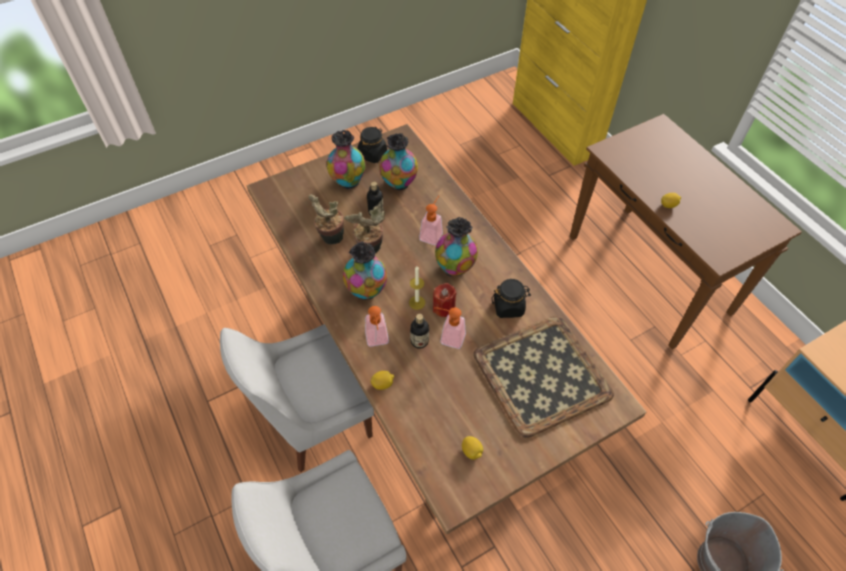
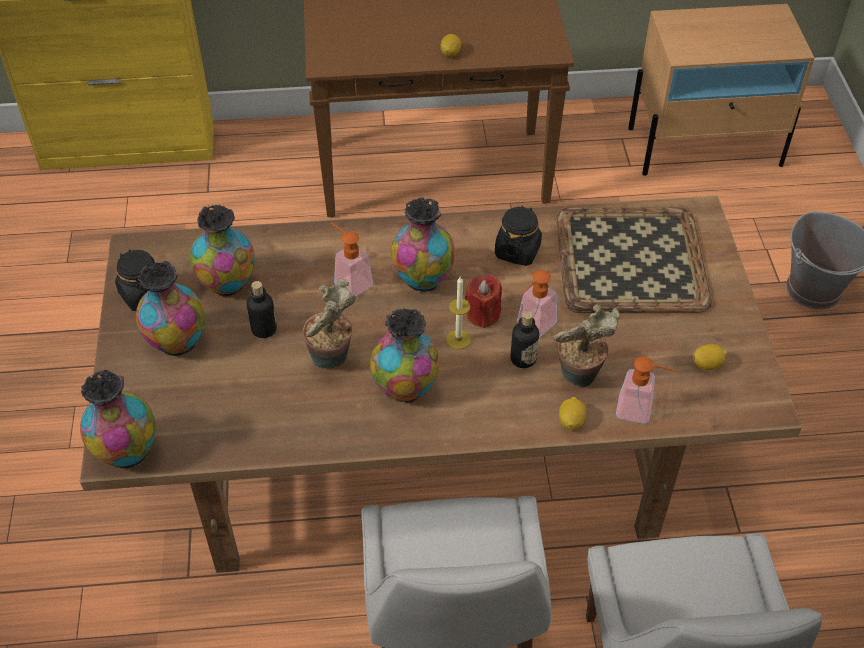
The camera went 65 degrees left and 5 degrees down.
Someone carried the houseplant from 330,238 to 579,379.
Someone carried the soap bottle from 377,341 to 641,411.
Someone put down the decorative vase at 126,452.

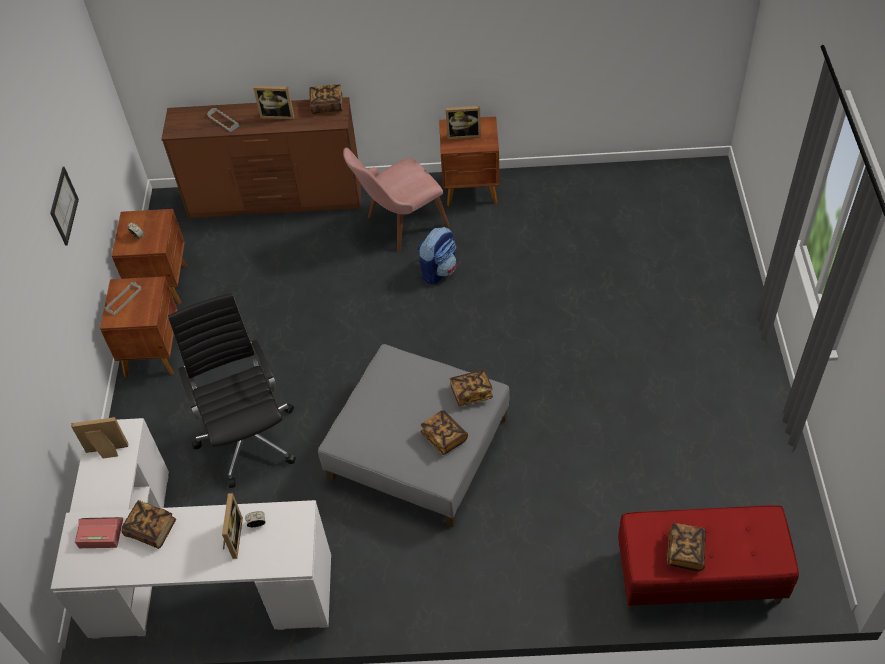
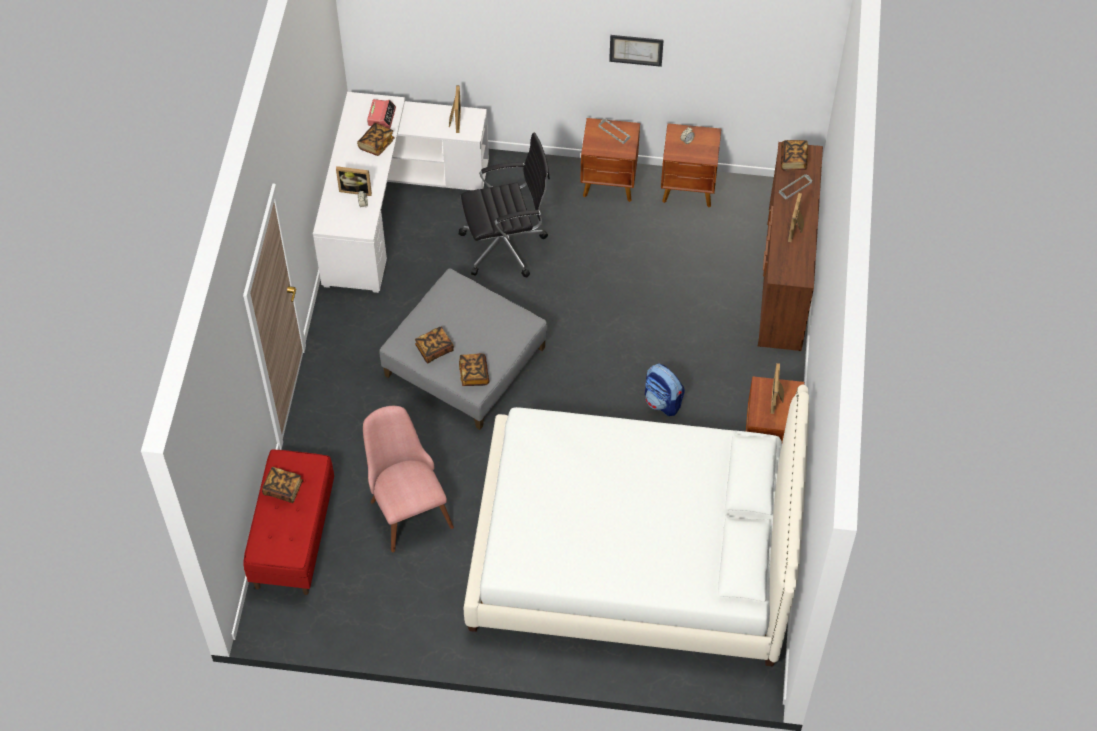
The camera went 95 degrees right and 5 degrees up.
Someone carried the bound book from 327,105 to 793,160.
Someone carried the pink-coloured chair from 399,225 to 406,505.
Someone put down the whitish bedroom bed at 633,553.

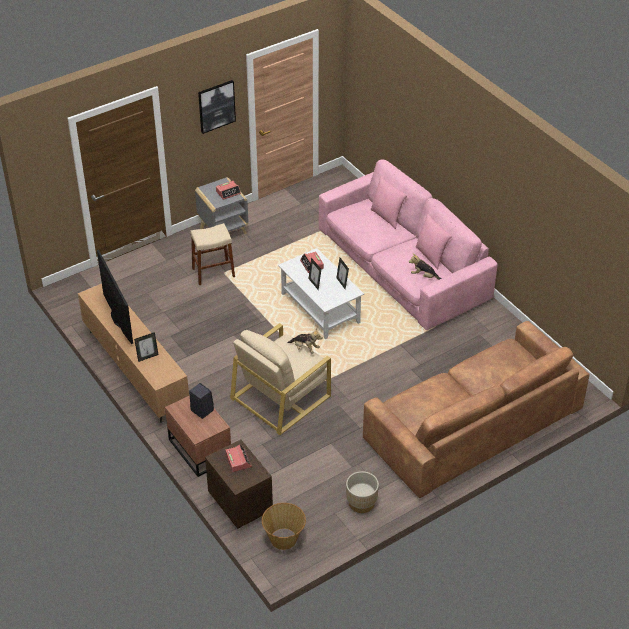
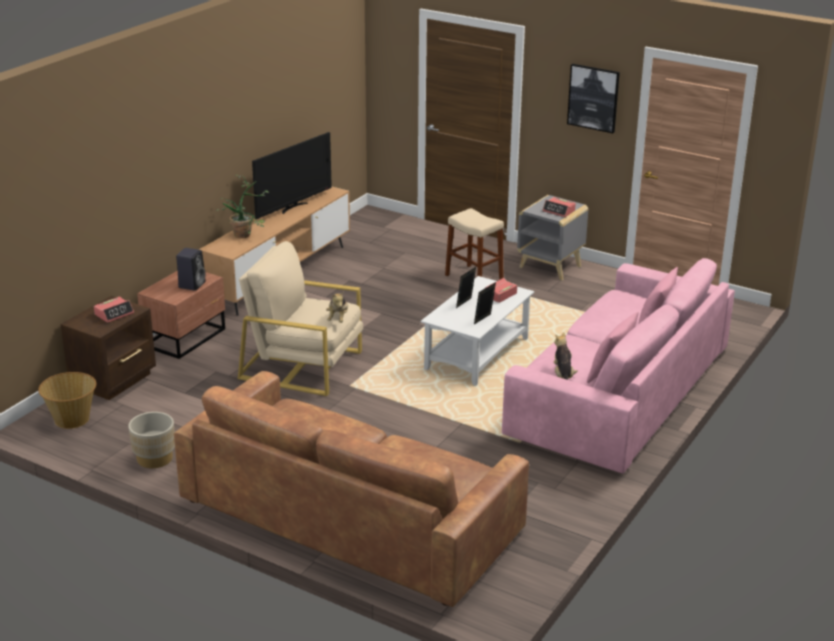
The camera went 65 degrees right and 15 degrees down.
Someone swapped the standing frame at 147,357 for the houseplant at 247,234.

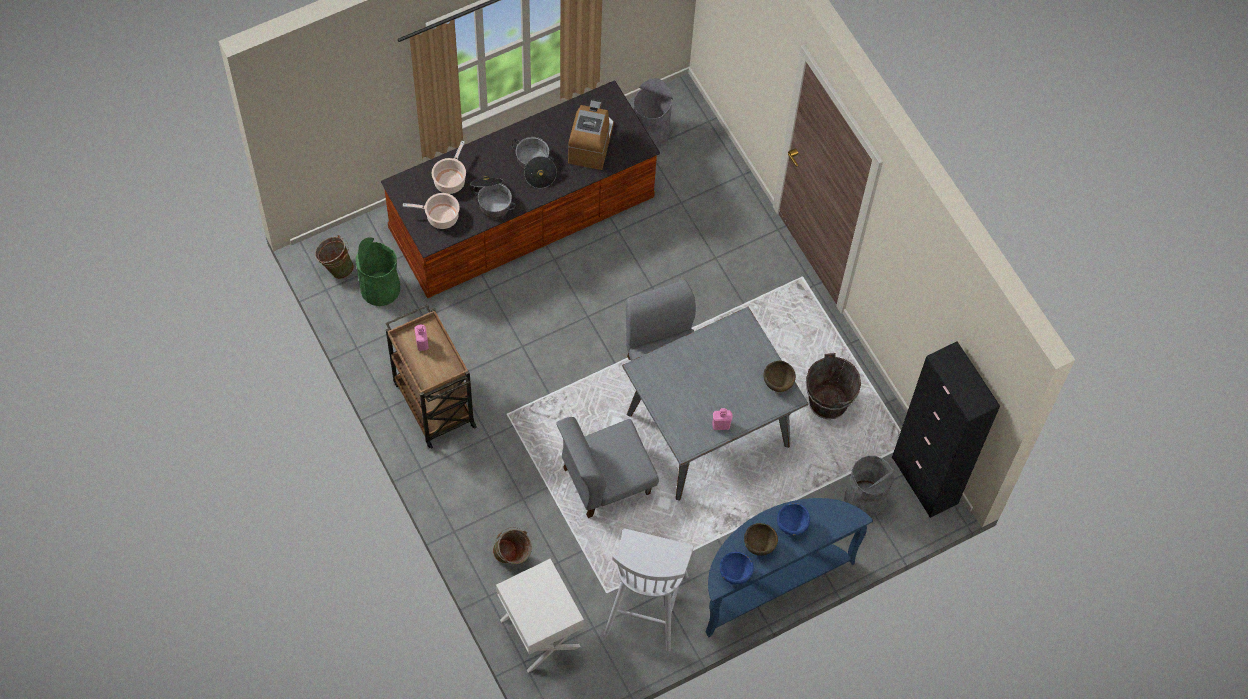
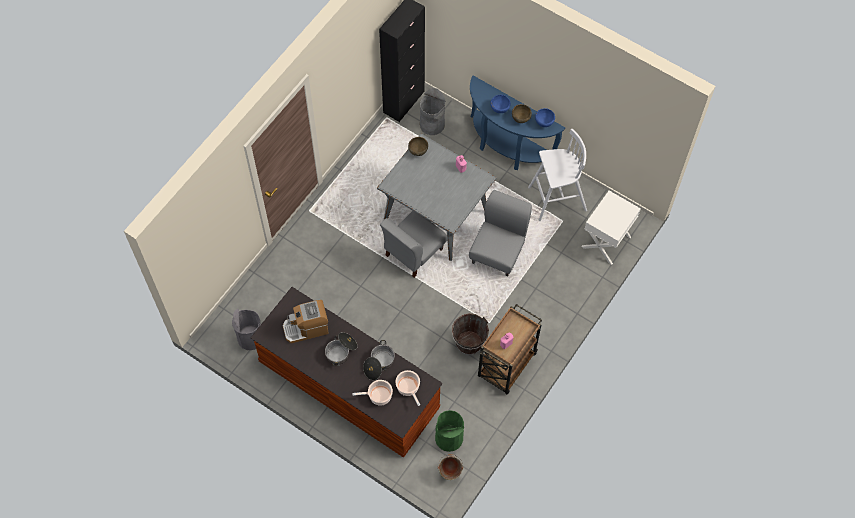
The camera went 115 degrees left and 0 degrees up.
Someone took away the green-coloured pail at 512,558.
Someone rotated the greyish chair at 605,480 by 105 degrees counterclockwise.
Someone carried the brown-coloured pail from 828,402 to 469,343.

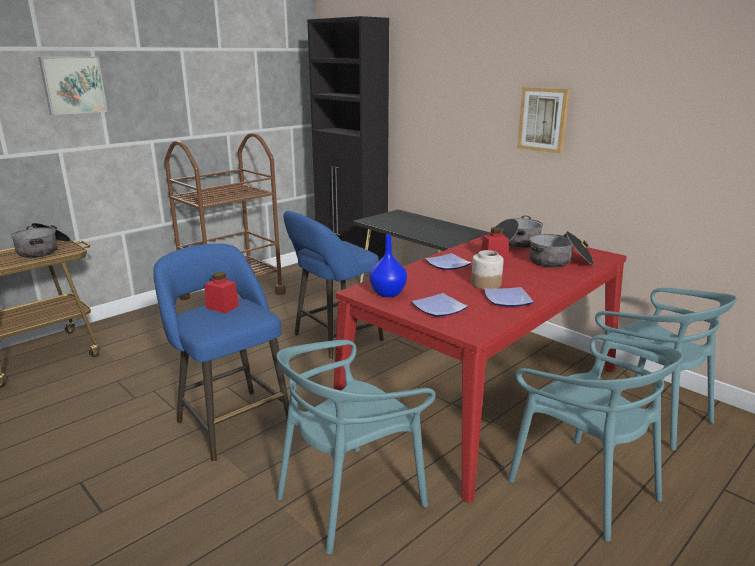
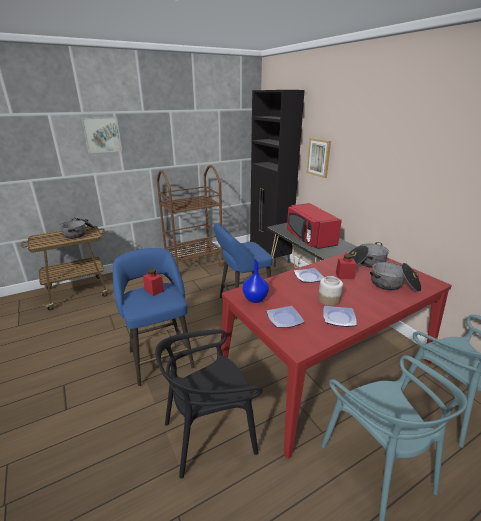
The camera went 15 degrees right and 5 degrees up.
Someone repainted the turquoise-coloured chair at 350,497, which became the black-coloured chair at 210,434.
Someone carried the picture from 543,119 to 319,157.
Someone put down the red kitchen microwave at 309,239.

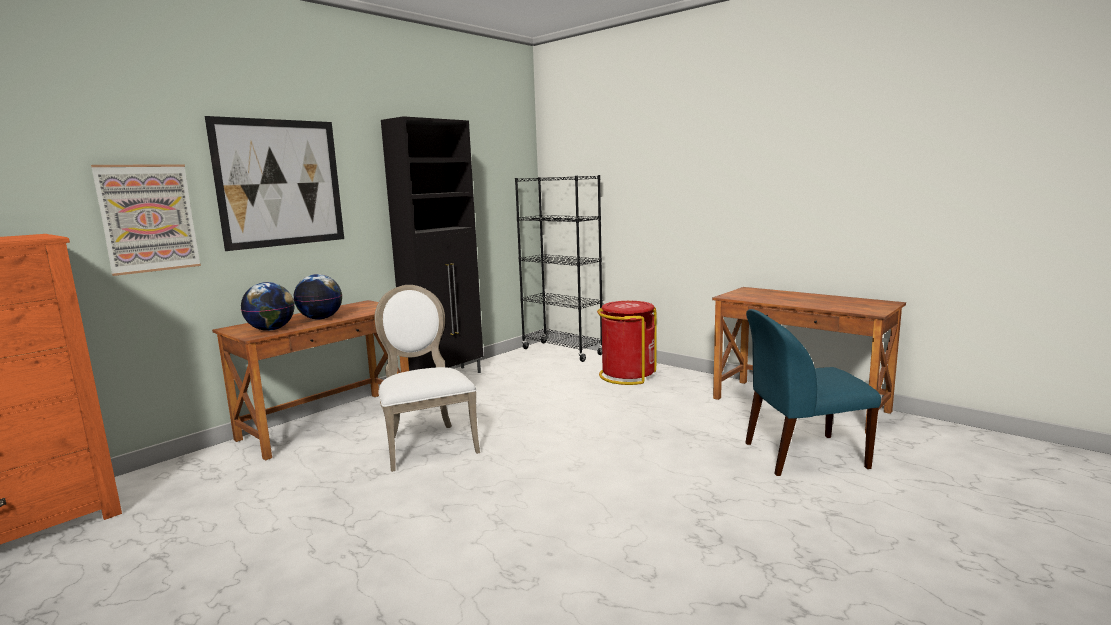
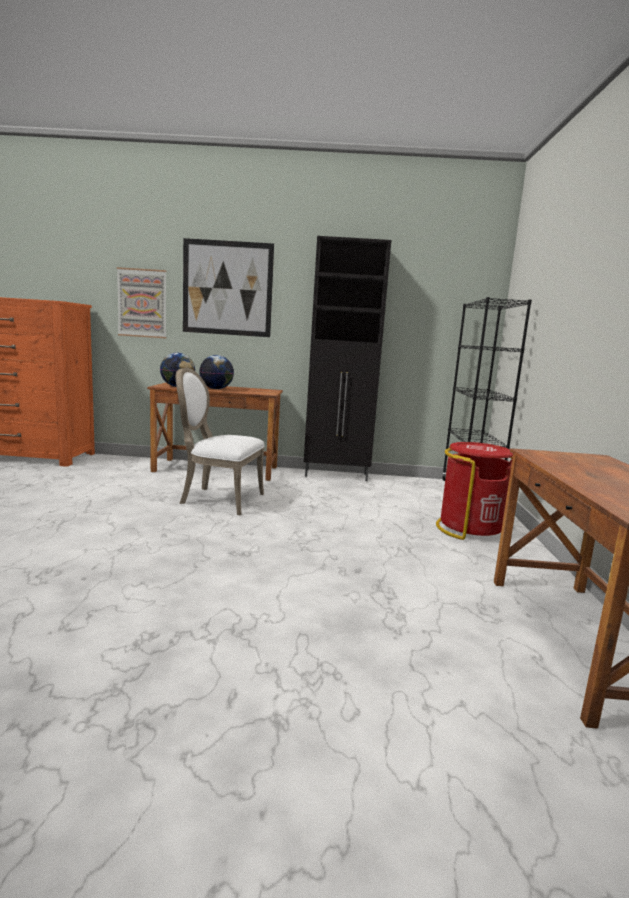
The camera went 50 degrees right and 0 degrees up.
Someone rotated the whitish chair at 427,444 by 105 degrees counterclockwise.
Someone took away the blue chair at 801,455.

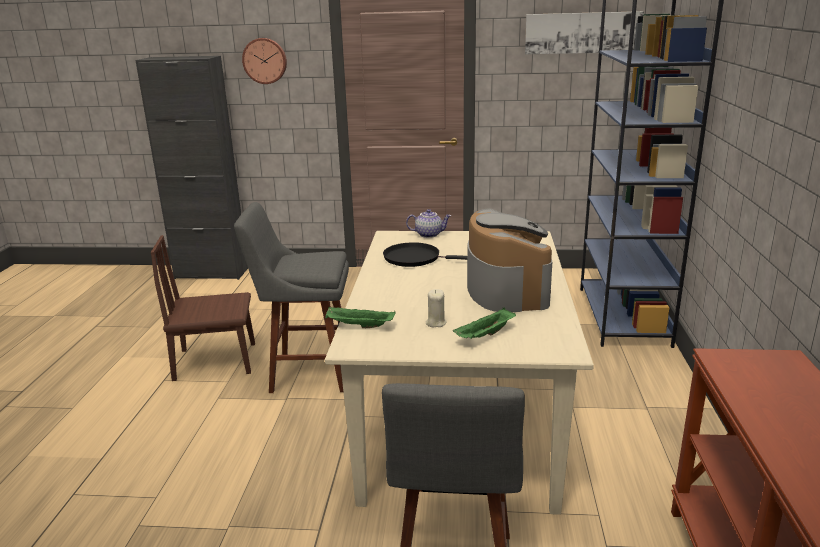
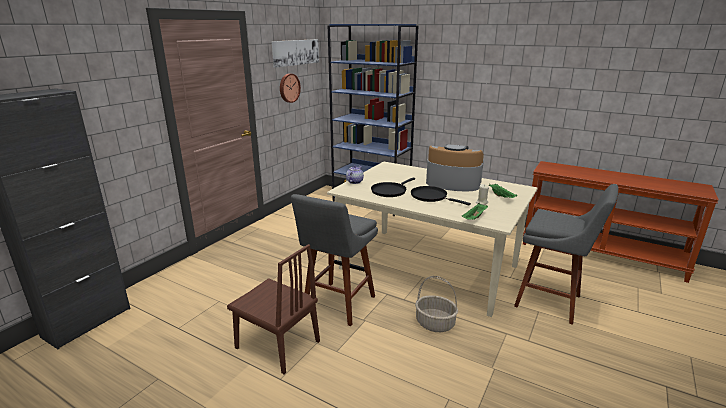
The camera went 65 degrees left and 0 degrees up.
Someone rotated the brown-coloured chair at 215,361 by 75 degrees counterclockwise.
Someone carried the hanging clock from 265,60 to 289,88.
Someone put down the black-coloured frying pan at 431,197.
Someone put down the household basket at 435,323.

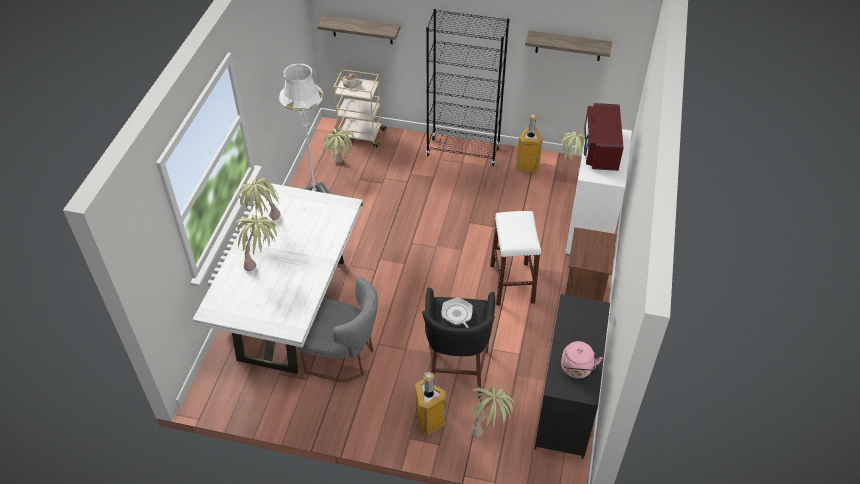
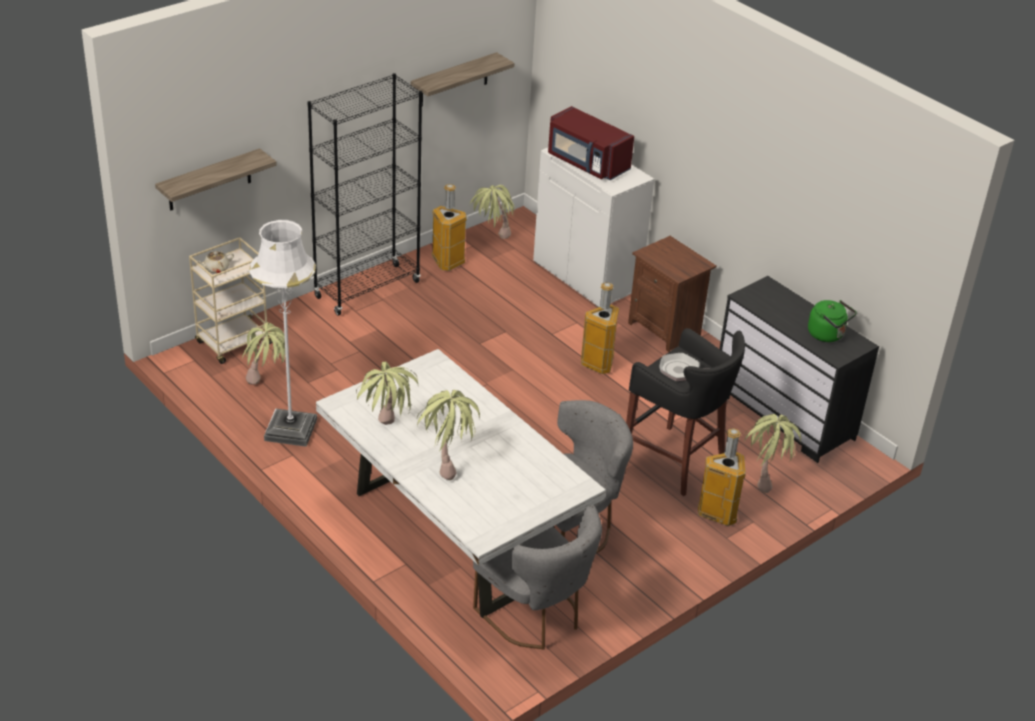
The camera went 55 degrees left and 10 degrees down.
Someone swapped the whitish stool at 512,284 for the rubbish bin at 599,363.
Someone repainted the pink-coloured tea kettle at 576,369, which became the green-coloured tea kettle at 827,335.
Someone put down the greyish chair at 536,617.

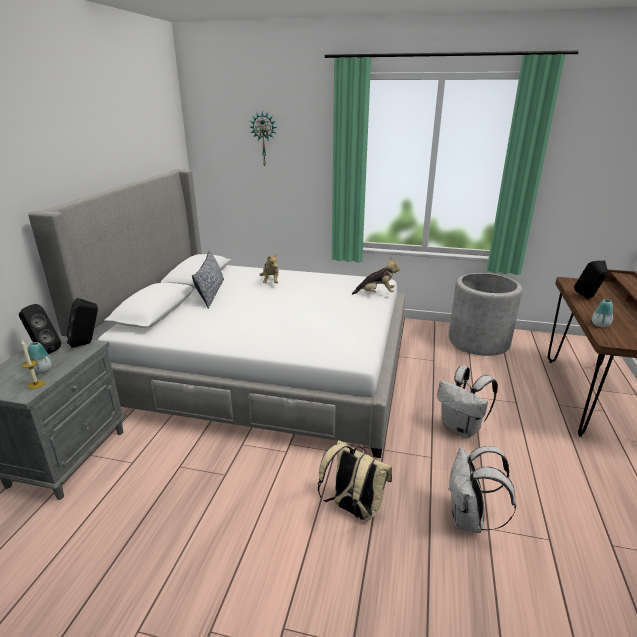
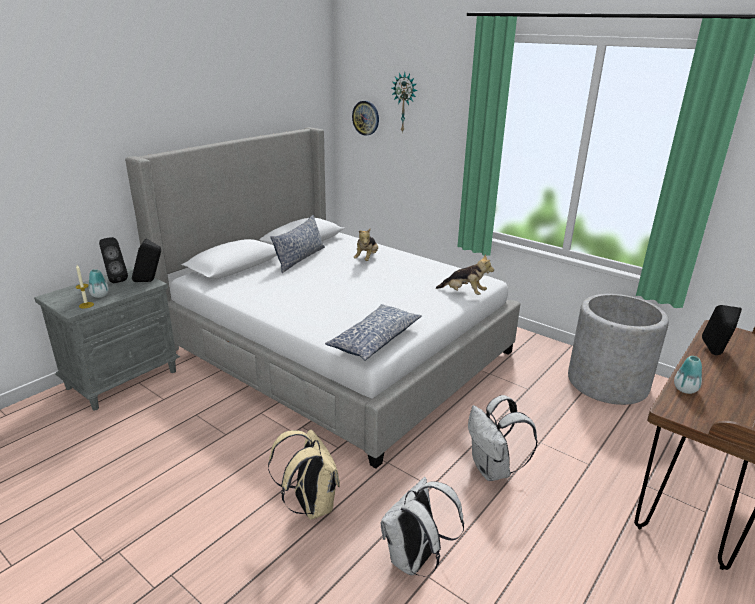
The camera went 25 degrees right and 0 degrees up.
Someone put down the throw pillow at 374,340.
Someone put up the hanging clock at 366,118.

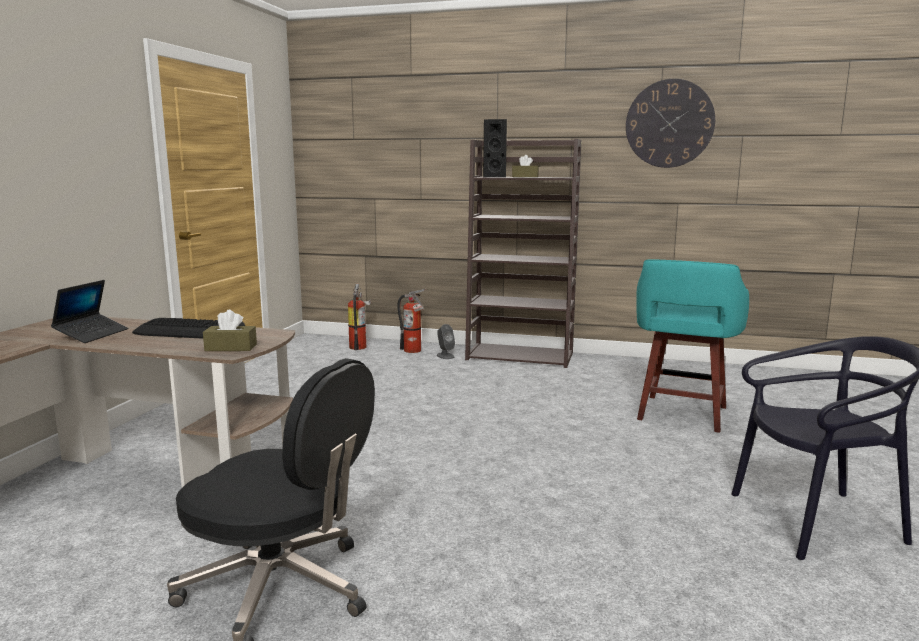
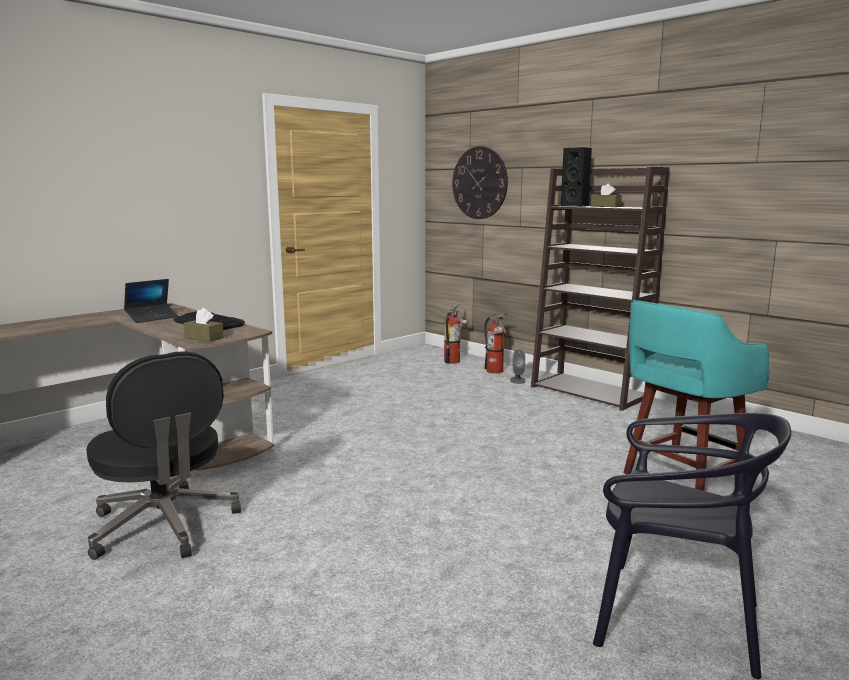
The camera went 30 degrees right and 0 degrees up.
Someone carried the hanging clock from 669,123 to 479,183.

